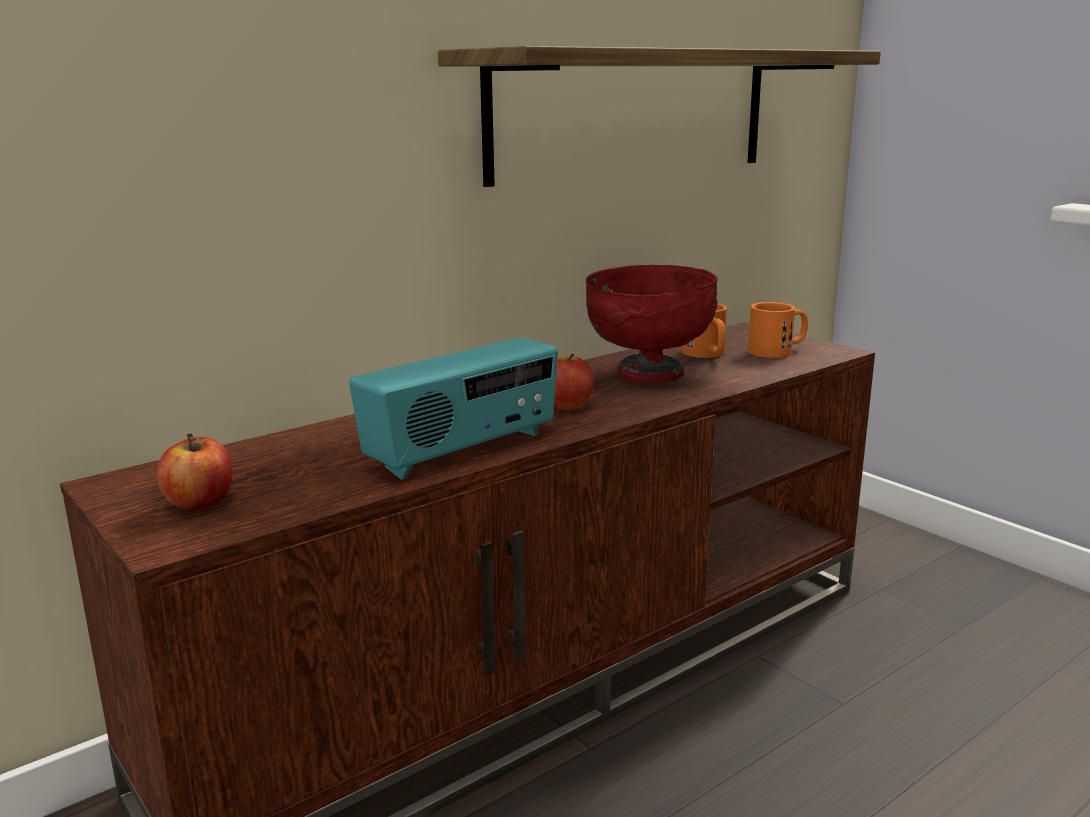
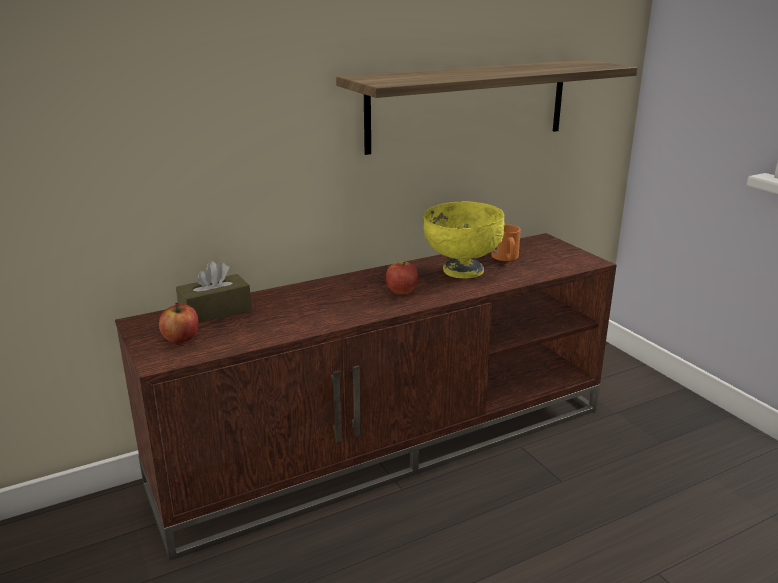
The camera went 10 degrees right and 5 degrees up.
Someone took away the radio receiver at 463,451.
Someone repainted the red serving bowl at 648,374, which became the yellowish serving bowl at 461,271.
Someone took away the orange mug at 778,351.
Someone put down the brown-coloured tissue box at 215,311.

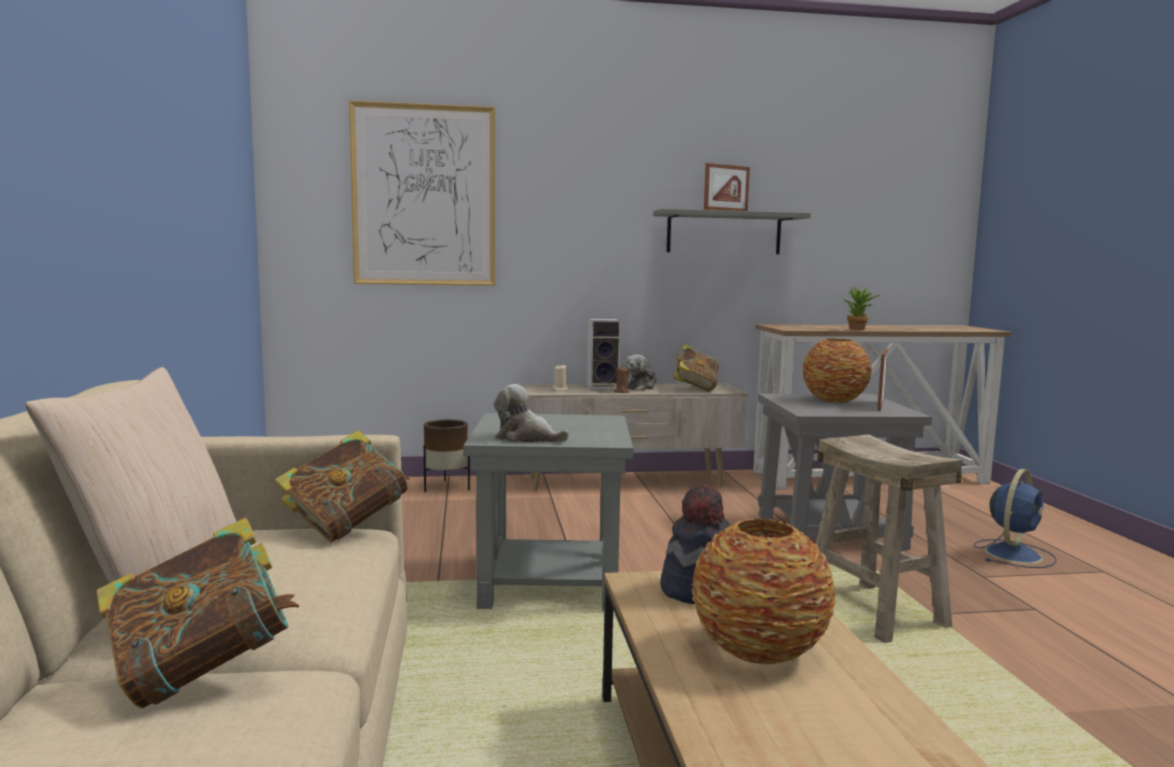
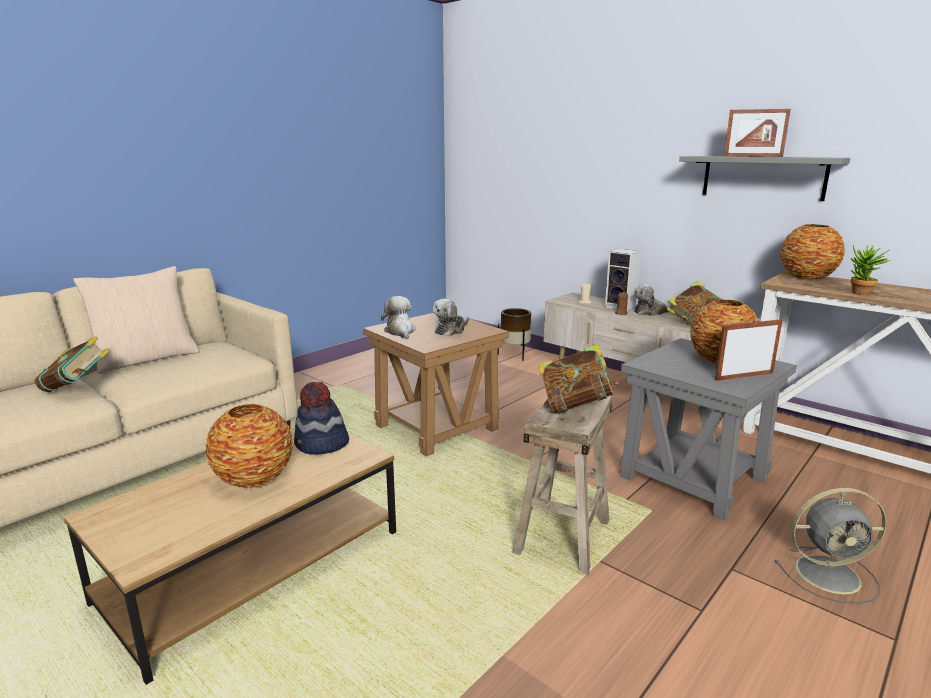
The camera went 50 degrees right and 10 degrees up.
Someone carried the bound book from 346,527 to 575,406.
Someone took away the picture at 424,196.
Someone repainted the greyish accent table at 551,582, which became the brown-coloured accent table at 436,428.
Someone repainted the blue fan at 1014,554, which became the greyish fan at 830,574.
Someone put down the plush toy at 451,330.
Someone put down the decorative vase at 806,277.

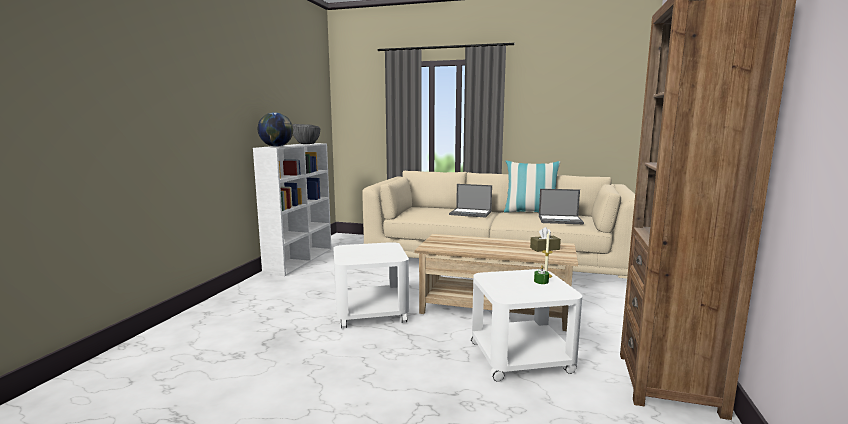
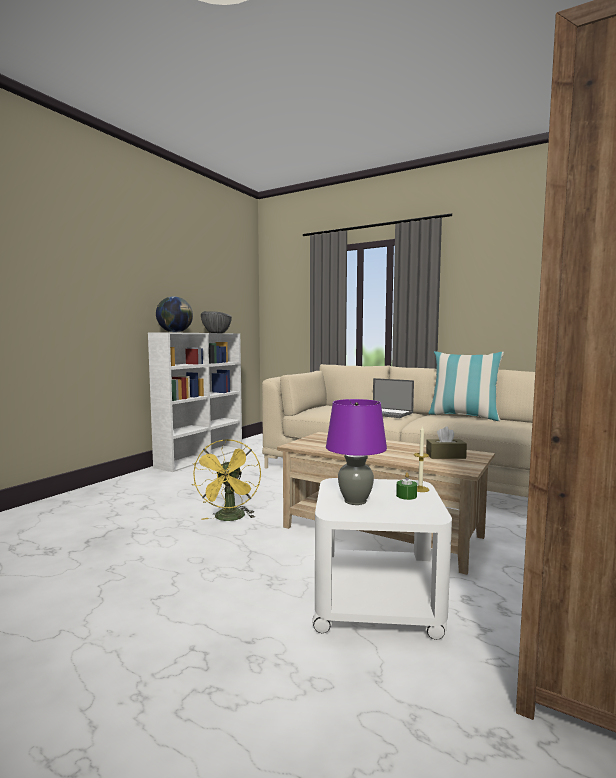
The camera went 15 degrees right and 5 degrees down.
Someone swapped the whitish accent table at 371,311 for the yellowish fan at 229,518.
Someone took away the portable computer at 560,220.
Someone put down the purple-coloured table lamp at 355,501.

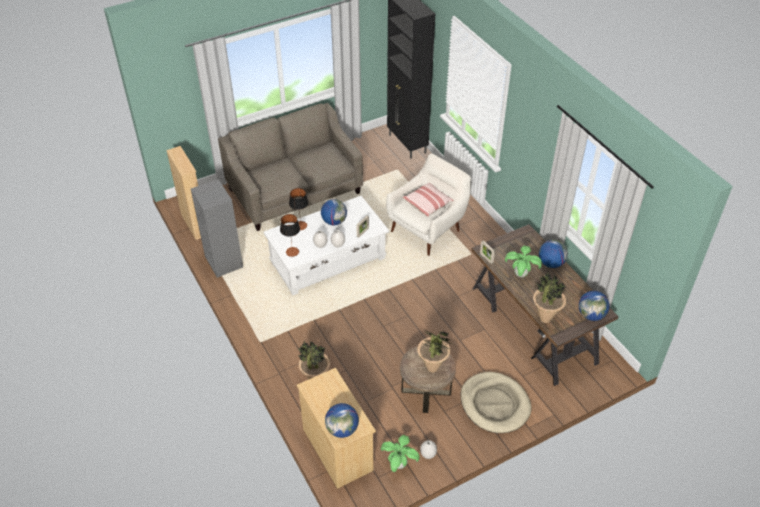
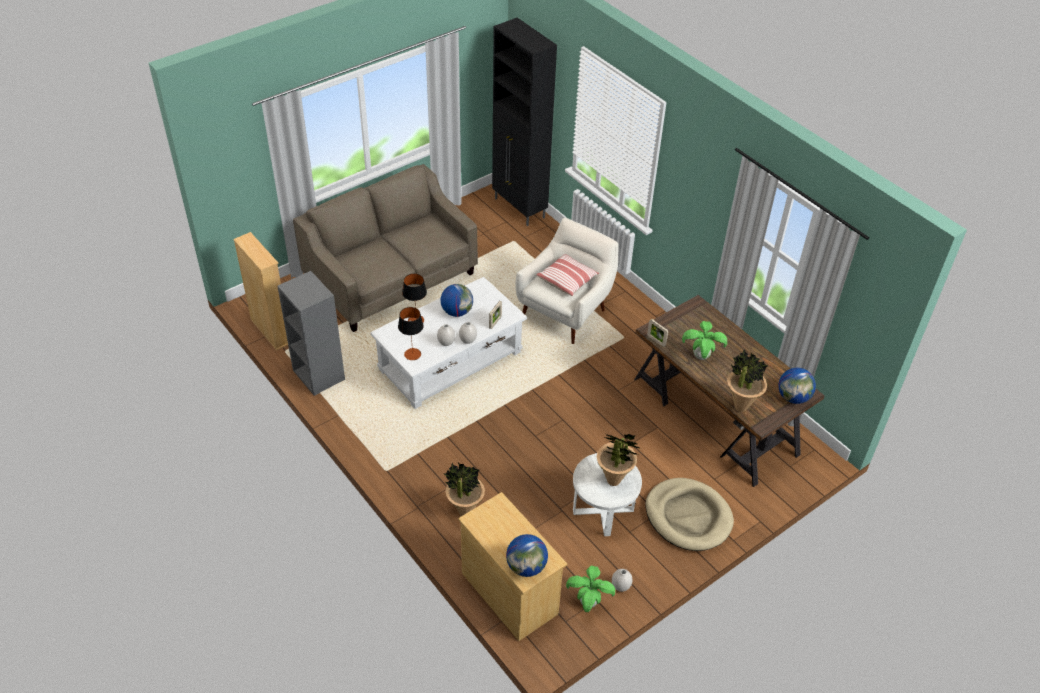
The camera went 10 degrees left and 0 degrees up.
Someone repainted the brown-coloured accent table at 426,392, which became the whitish accent table at 603,510.
Someone took away the world globe at 551,263.

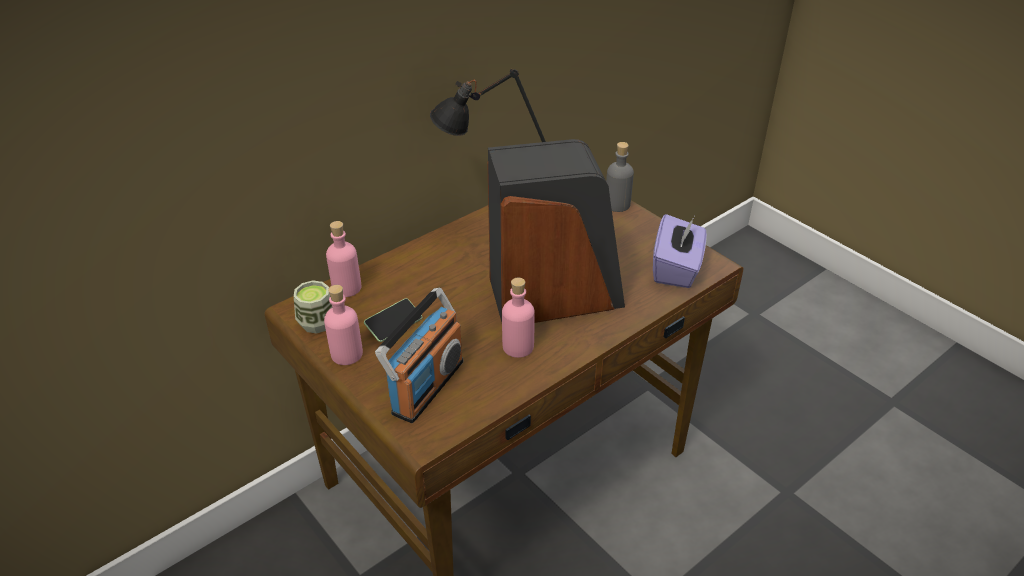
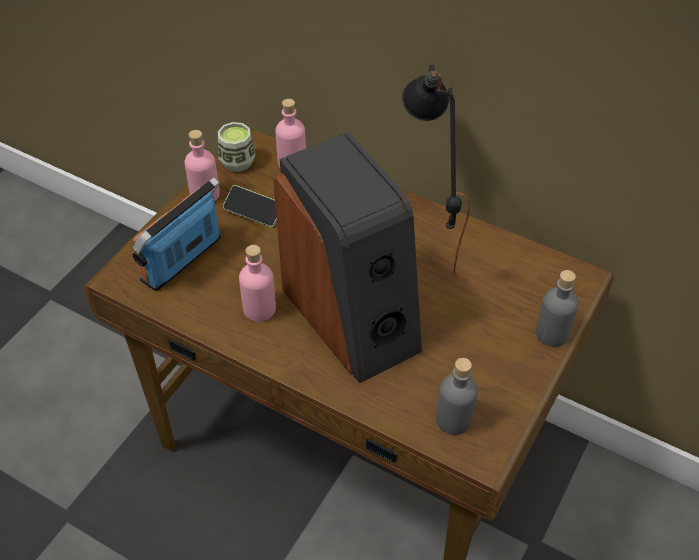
The camera went 70 degrees right and 10 degrees up.
Someone rotated the radio receiver at 426,386 by 120 degrees clockwise.
Someone swapped the purple-coloured tissue box at 676,269 for the greyish drink bottle at 453,419.

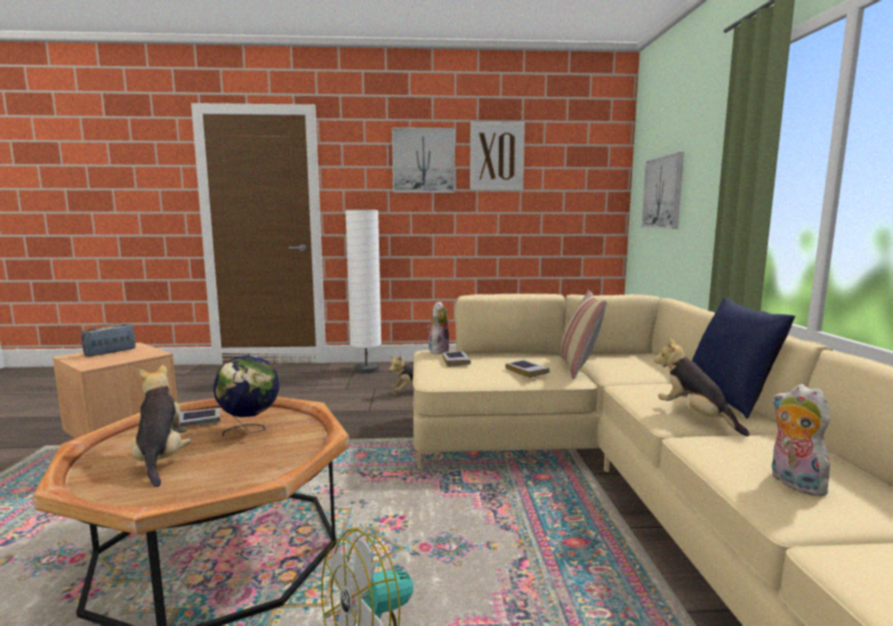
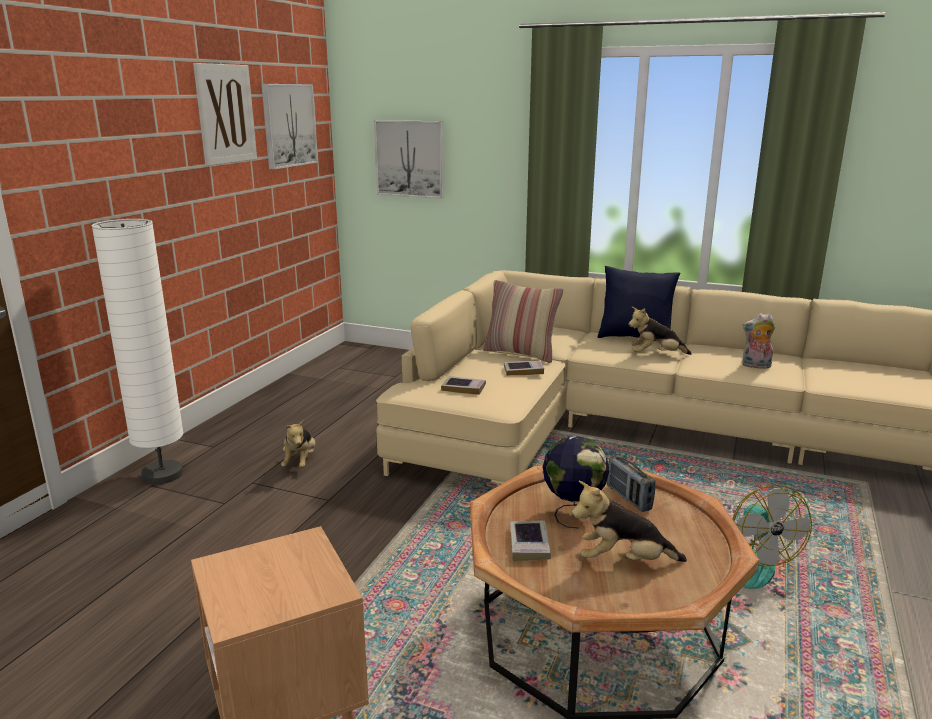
The camera went 65 degrees left and 10 degrees up.
Someone carried the radio receiver from 110,352 to 628,498.
Someone carried the picture from 423,160 to 289,125.
Someone took away the plush toy at 438,350.

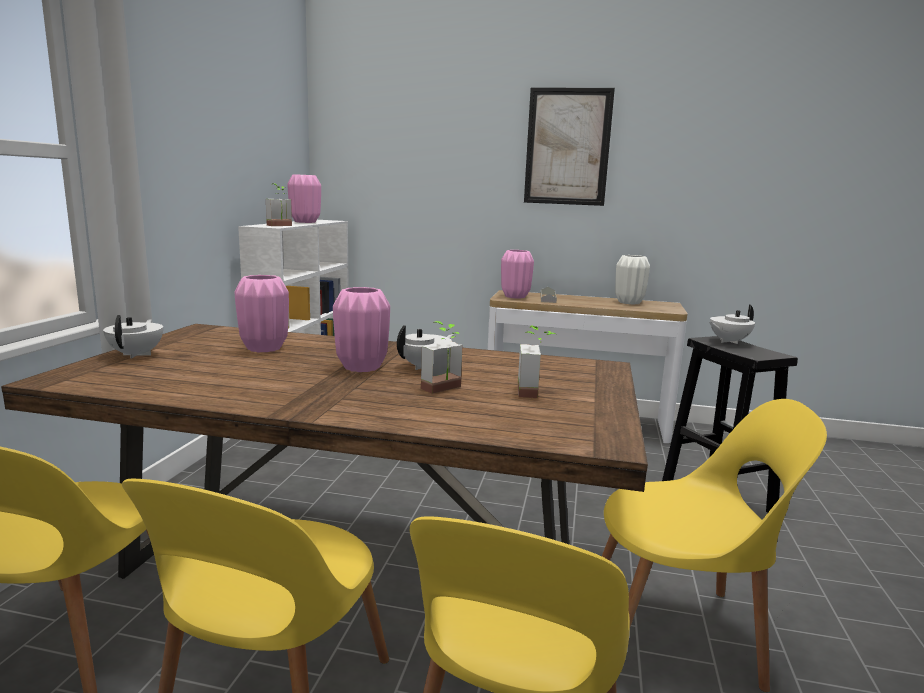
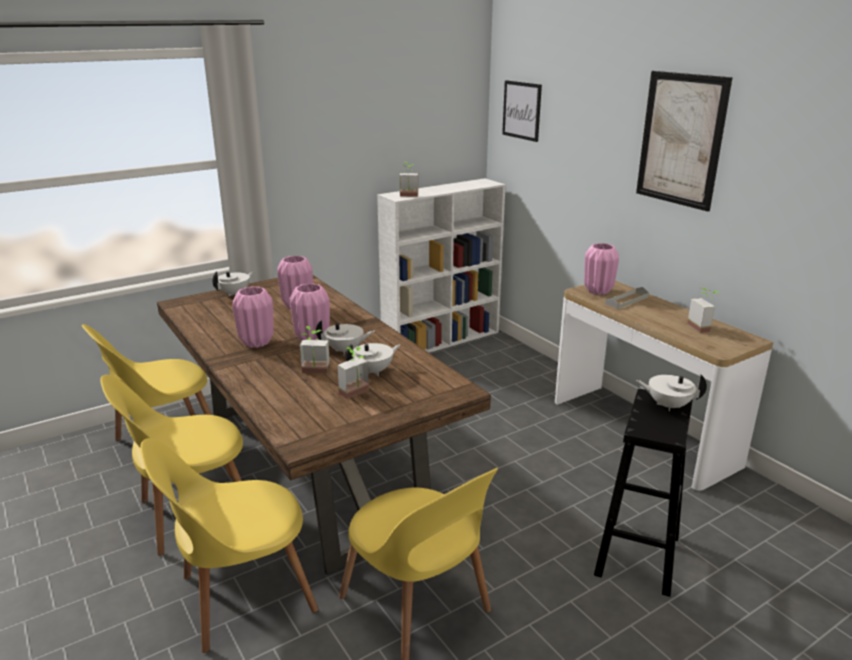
The camera went 45 degrees right and 10 degrees up.
Someone carried the pink-coloured decorative vase from 305,222 to 257,343.
Someone swapped the whitish decorative vase at 628,302 for the houseplant at 702,327.
Someone put down the whitish teapot at 374,371.
Someone put up the picture at 521,110.

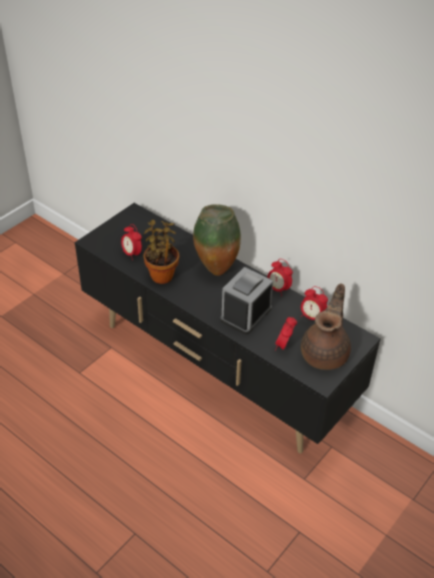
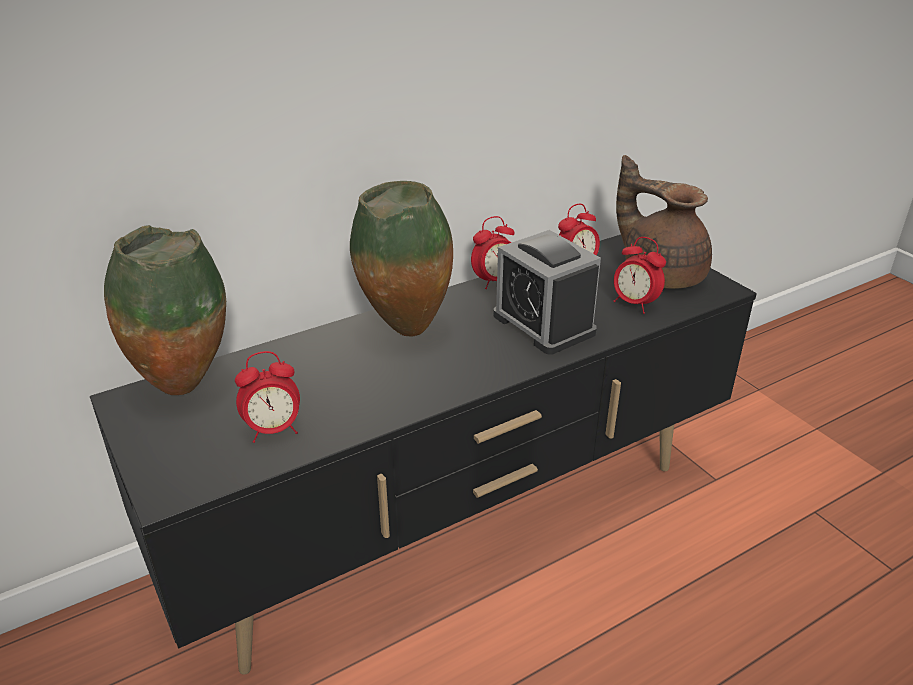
The camera went 70 degrees left and 10 degrees down.
Someone took away the houseplant at 162,274.
Someone put down the decorative vase at 186,386.

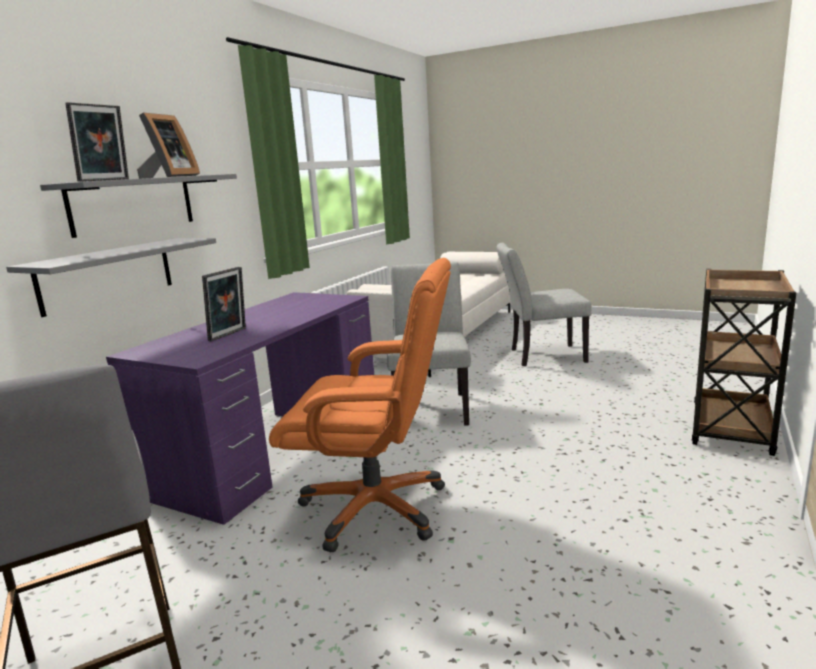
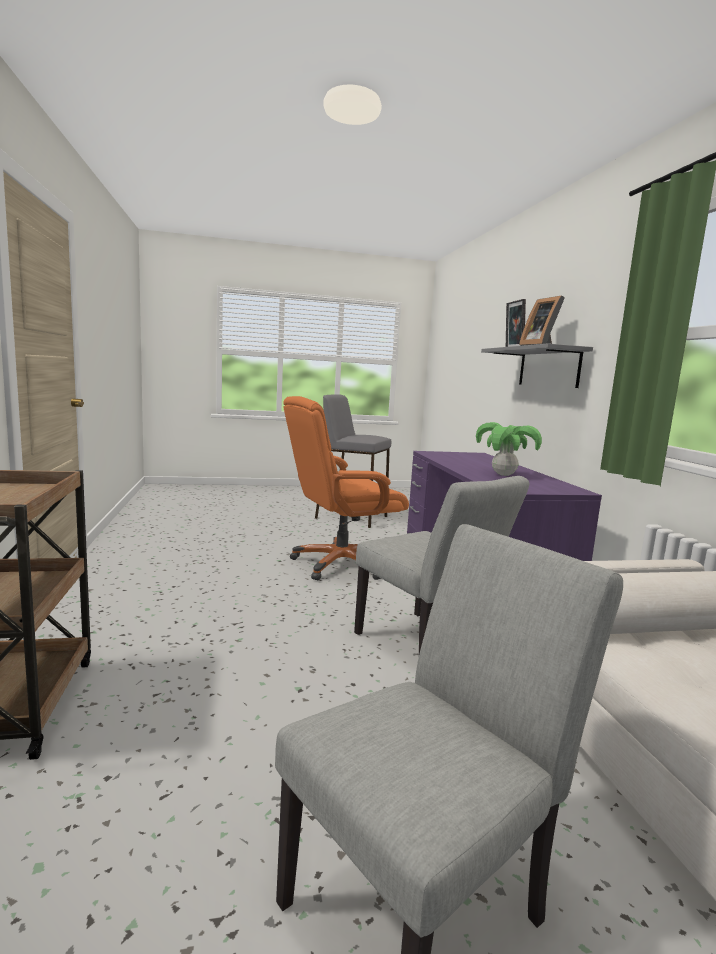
The camera went 140 degrees right and 5 degrees down.
Someone took away the greyish bracket shelf at 107,275.
Someone took away the standing frame at 229,334.
Someone put down the houseplant at 504,474.

